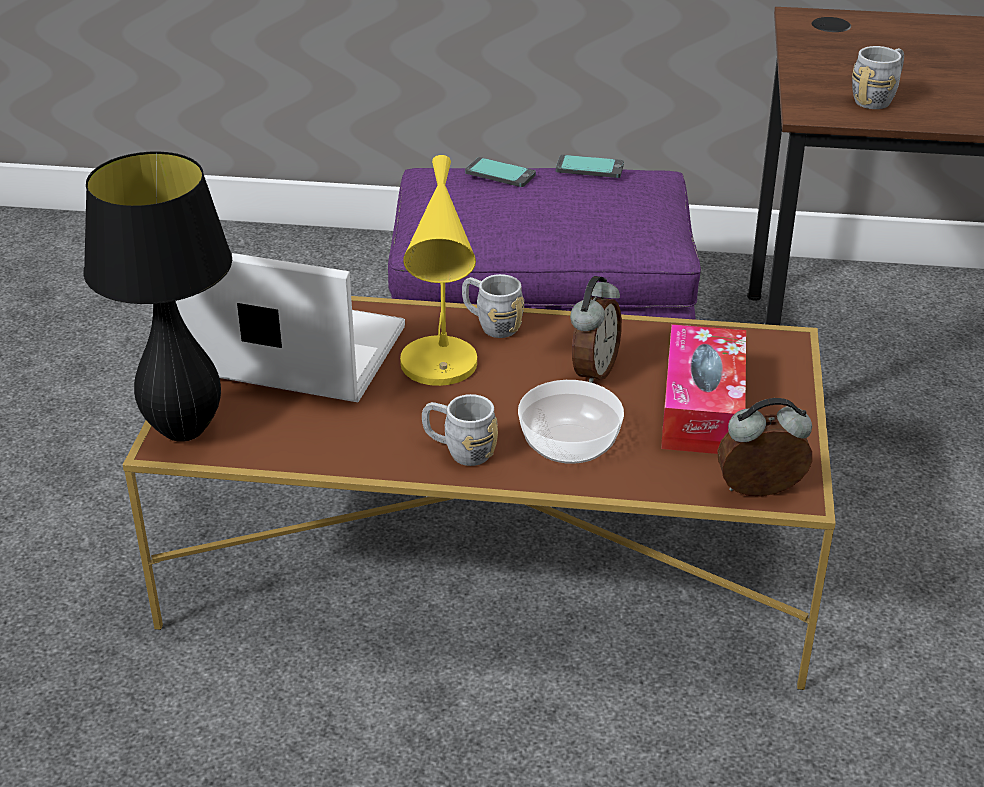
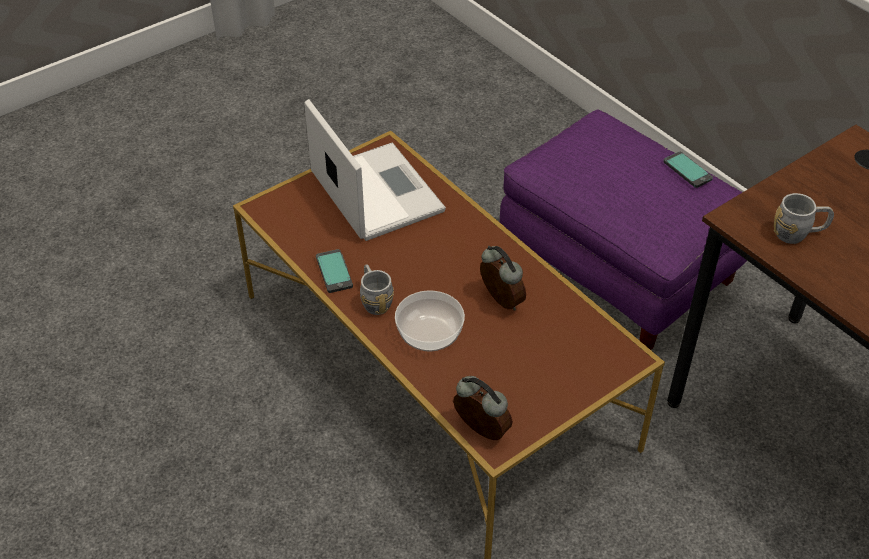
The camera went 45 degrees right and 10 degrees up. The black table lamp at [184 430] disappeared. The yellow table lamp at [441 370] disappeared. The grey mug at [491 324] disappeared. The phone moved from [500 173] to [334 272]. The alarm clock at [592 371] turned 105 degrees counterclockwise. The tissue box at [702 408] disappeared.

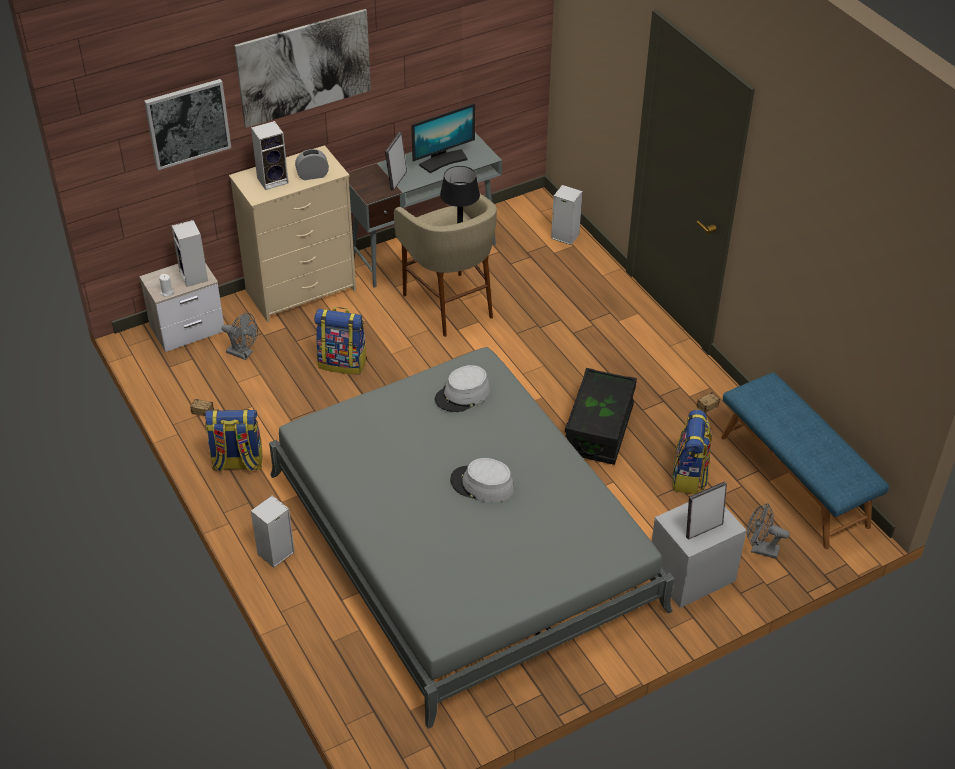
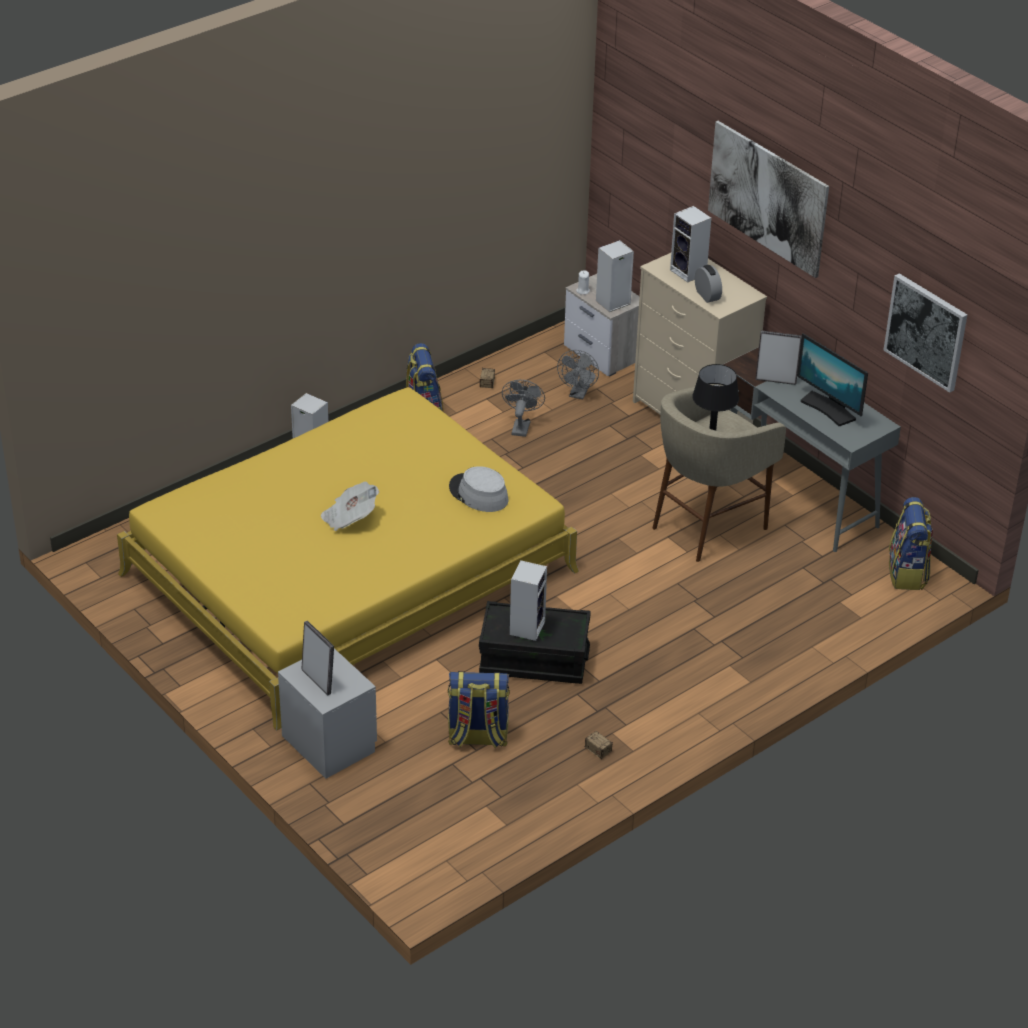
The camera went 80 degrees right and 5 degrees down. The picture moved from [187 123] to [926 331]. The grey bed at [463 539] became the yellow bed at [350 572]. The backpack moved from [343 362] to [907 573]. The grey hat at [482 485] was replaced by the newspaper at [349 518]. The speaker moved from [564 236] to [527 627]. The blue bench at [794 480] disappeared. The grey fan moved from [760 549] to [521 426].

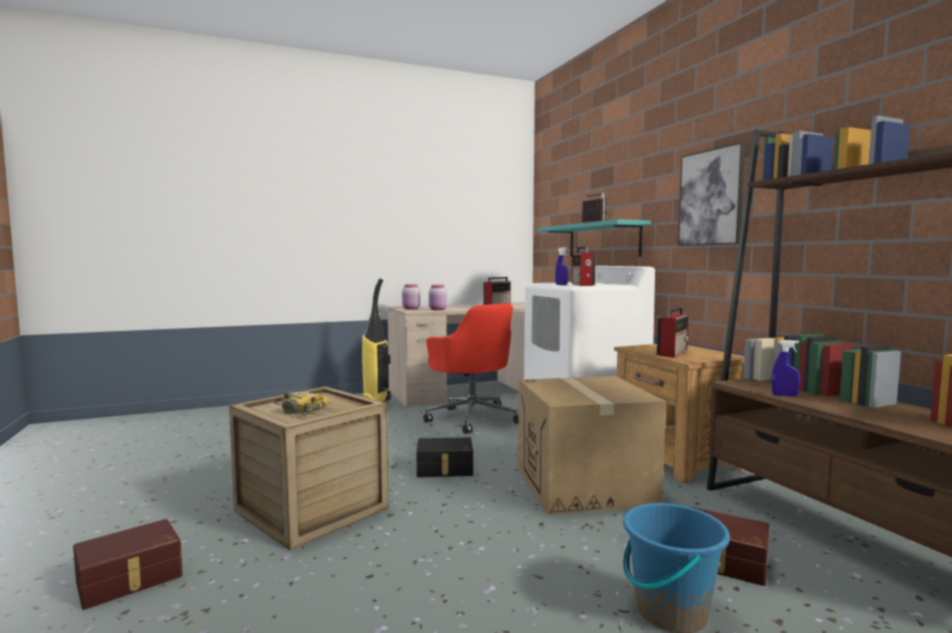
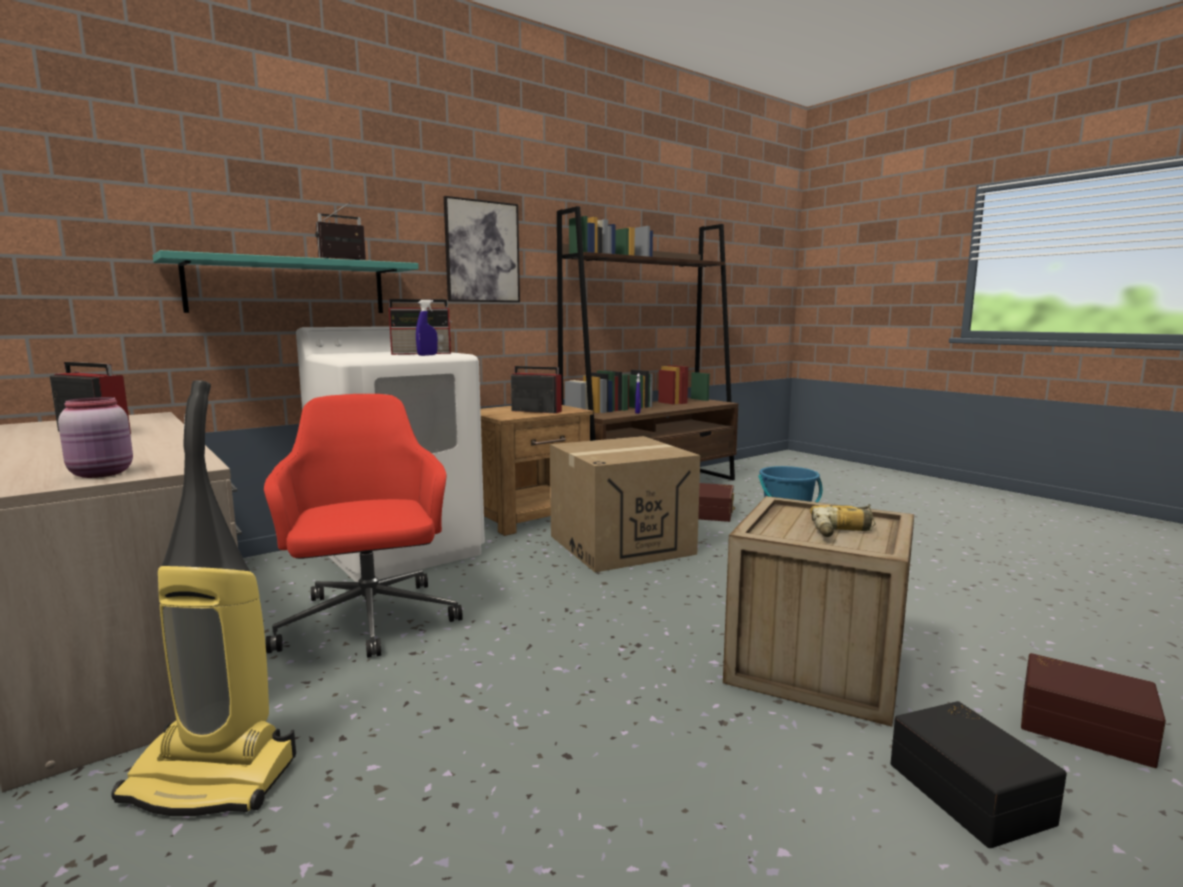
The camera went 105 degrees left and 5 degrees up. The black storage box moved from [445 469] to [971 791]. The red office chair at [472 418] turned 60 degrees counterclockwise. The pink jar at [437 309] disappeared.

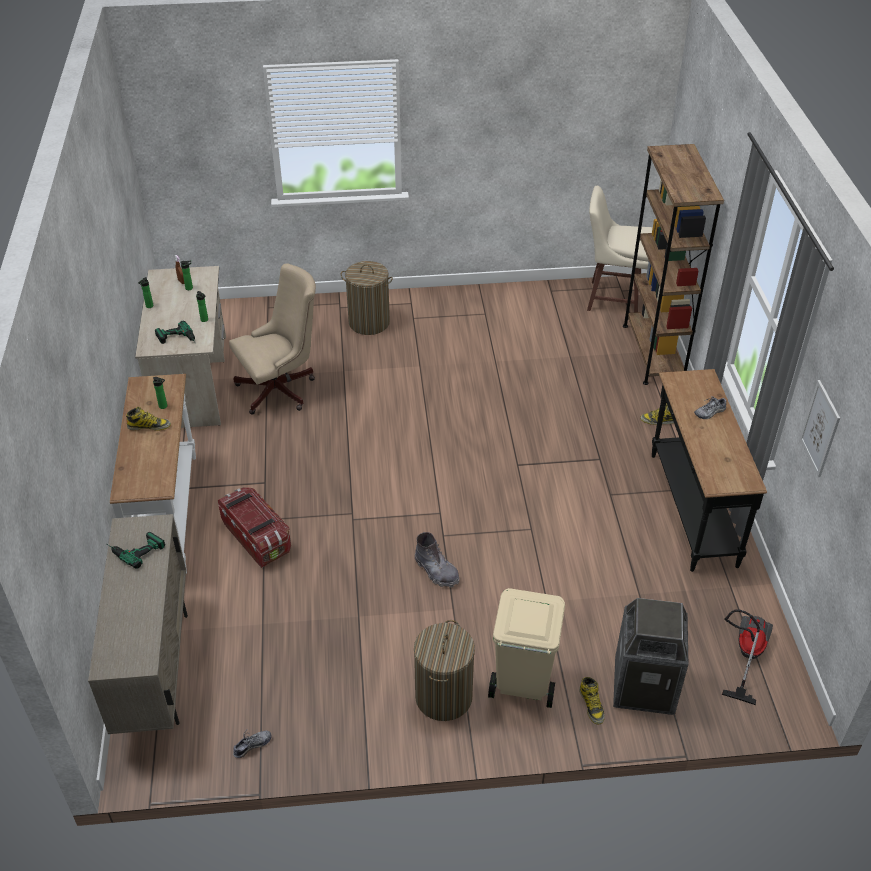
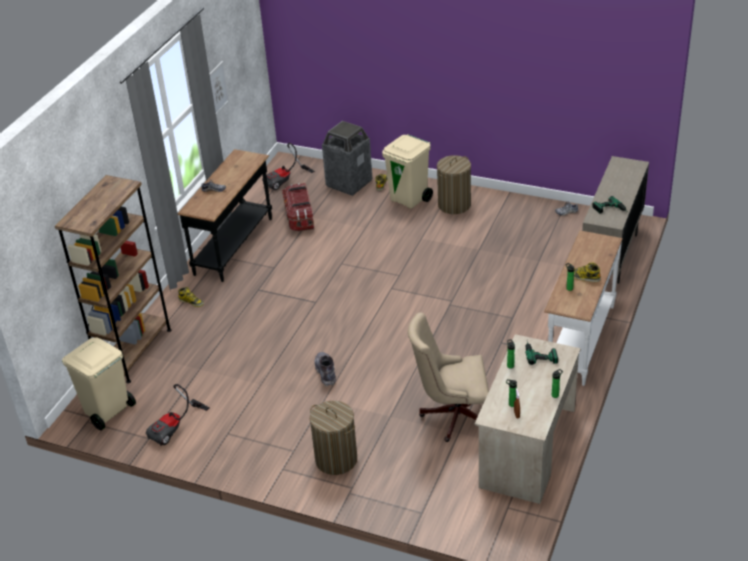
The camera went 150 degrees left and 5 degrees down. The storage box moved from [257 537] to [299 217]. The grey boot moved from [436 571] to [326 372]. The beige stool at [612 298] was replaced by the beige trash can at [107 412]. The vacuum cleaner at [175 428] appeared.

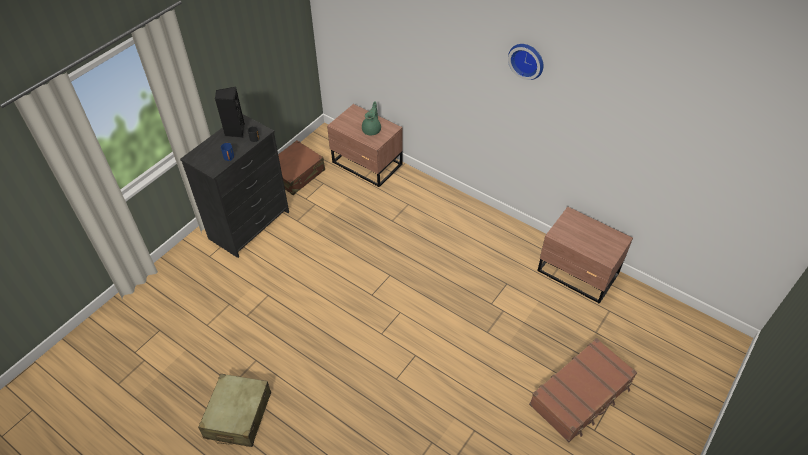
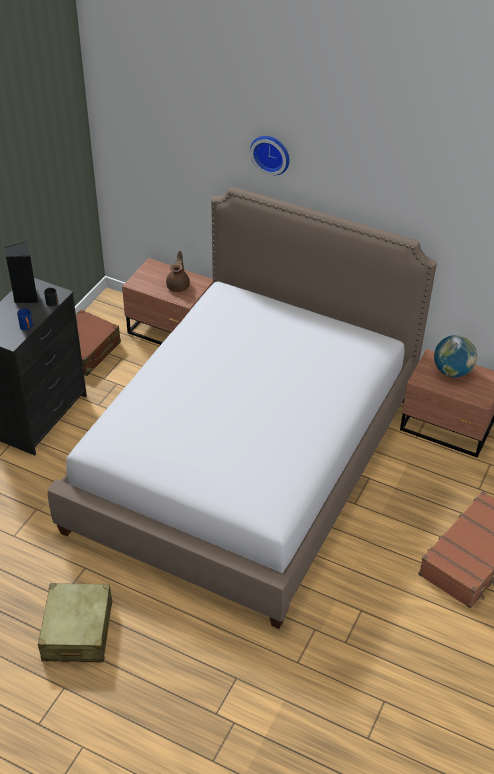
The camera went 10 degrees left and 5 degrees down. The green teapot at [372 130] became the brown teapot at [178 286]. The wall clock moved from [527 60] to [271 153]. The bed at [246 461] appeared. The globe at [452 371] appeared.

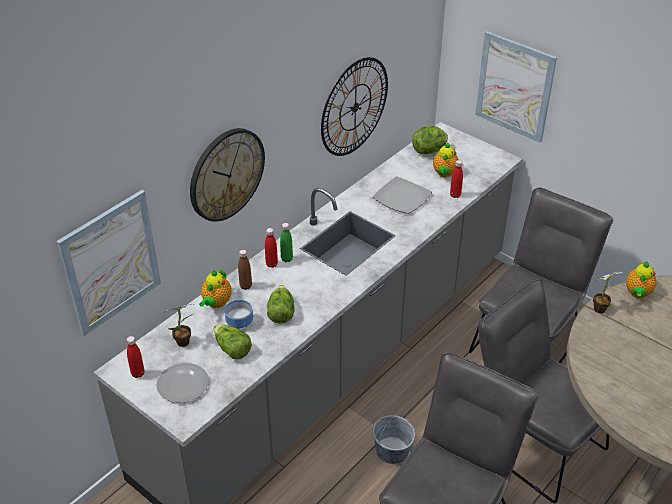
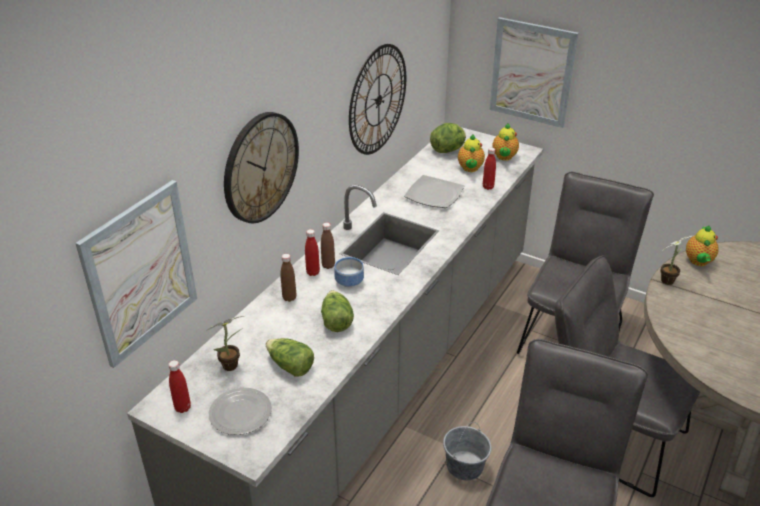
The camera went 10 degrees left and 5 degrees down. The teapot moved from [216 303] to [504 157]. The bowl moved from [241 322] to [350 282]. The green bottle at [286 259] became the brown bottle at [328 265].

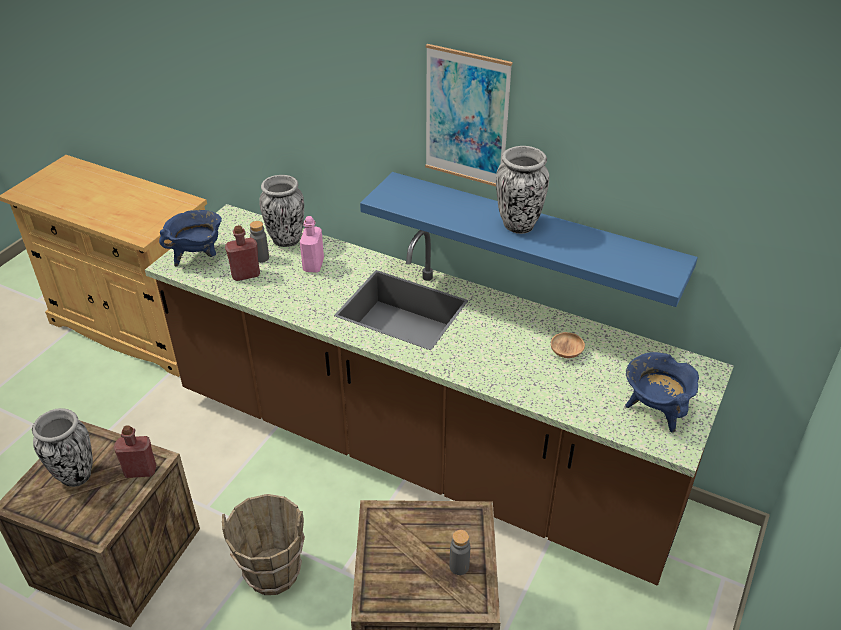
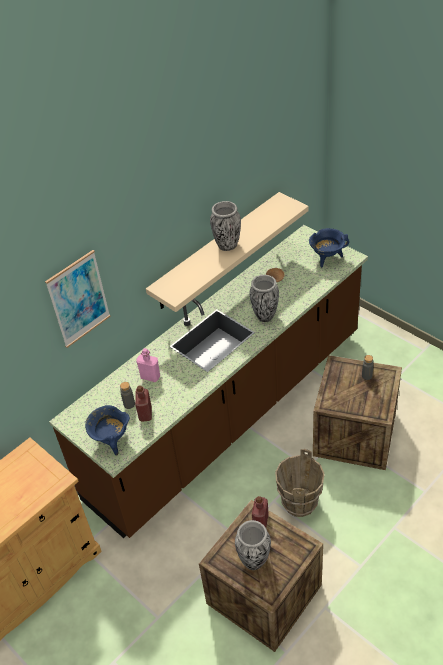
The camera went 70 degrees left and 5 degrees up. The vase moved from [286 240] to [265 316]. The blue shelf at [532 236] became the beige shelf at [217 251]. The picture moved from [466 117] to [78 299].

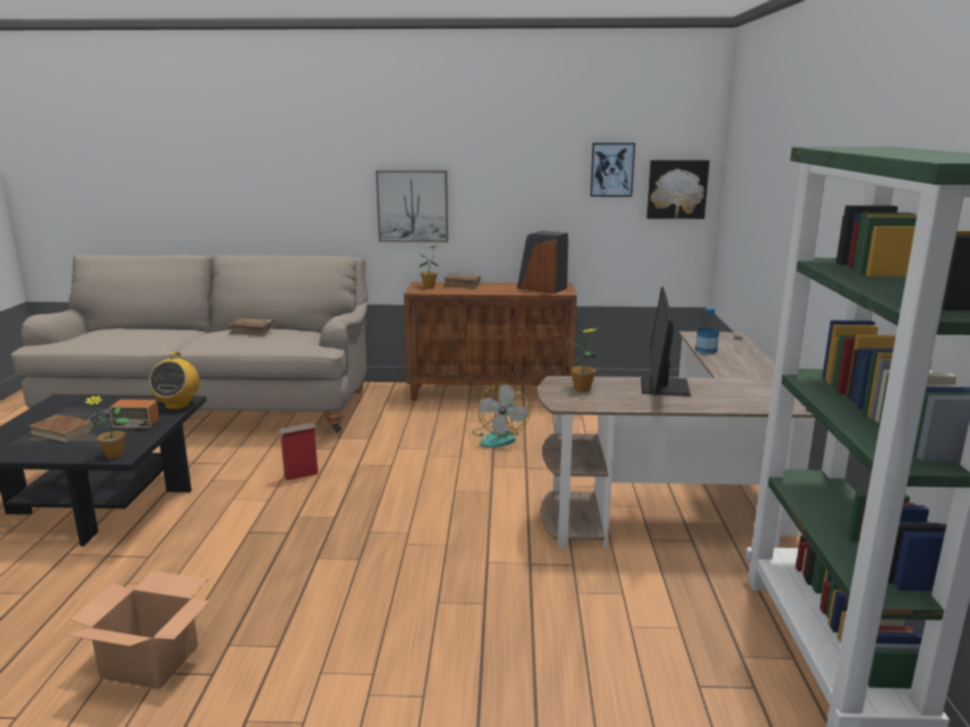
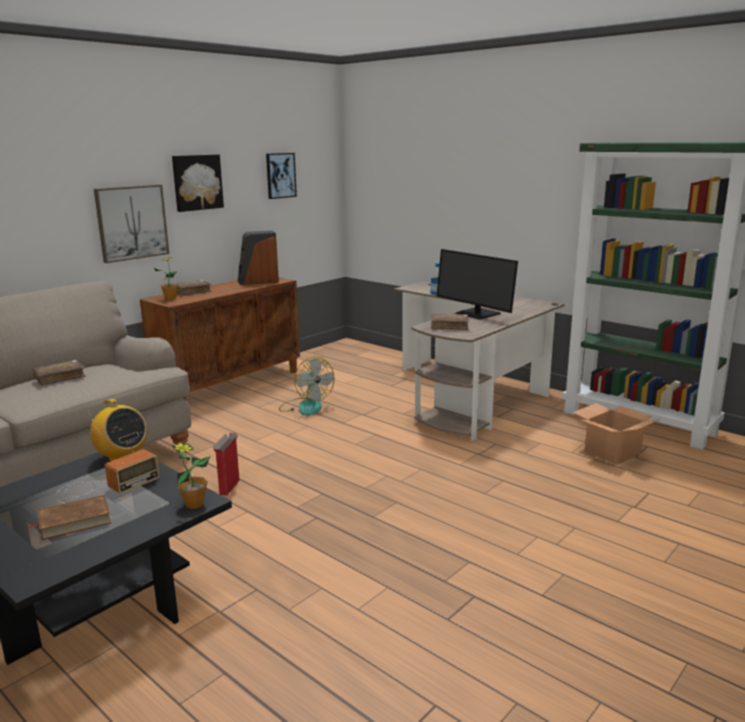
The camera went 50 degrees left and 0 degrees up. The cardboard box moved from [148 662] to [612 452]. The potted plant at [582 389] was replaced by the brown book at [449 326]. The picture moved from [676 189] to [197 182].

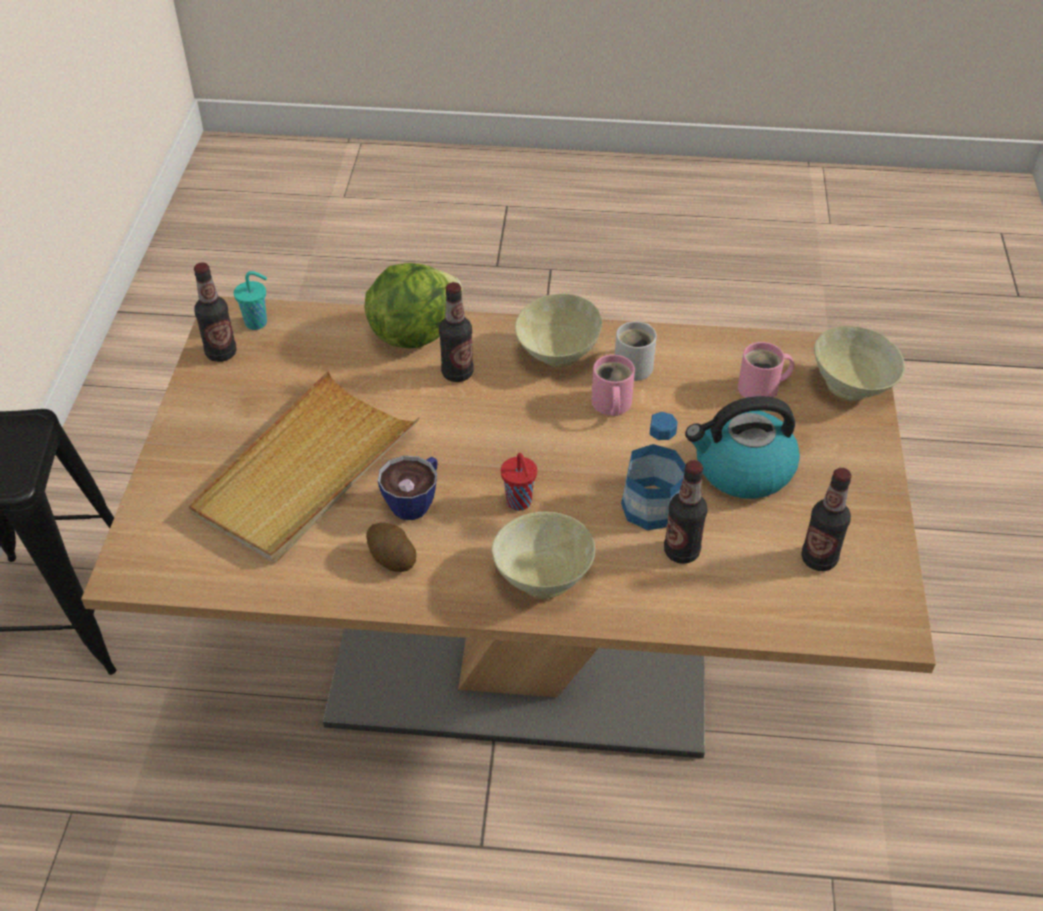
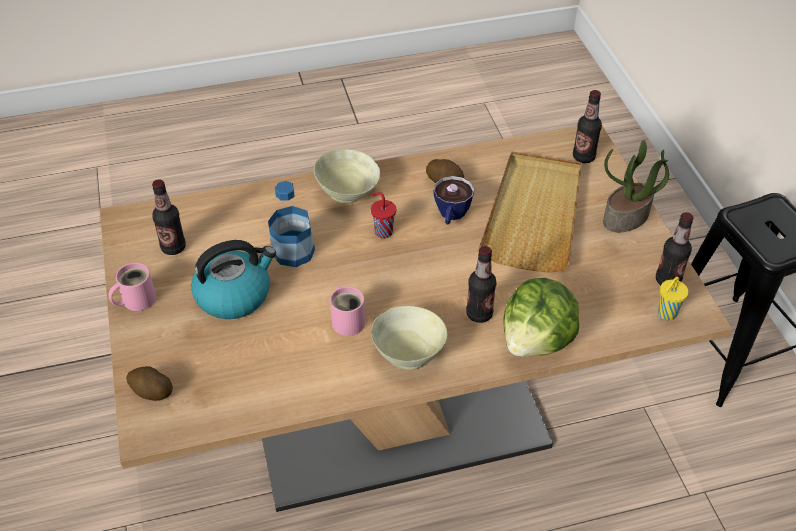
The camera went 160 degrees right and 0 degrees up. The turquoise cup at [257 323] became the yellow cup at [666 314]. The white mug at [636 365] disappeared. The bottle moved from [681 551] to [583 157]. The pink mug moved from [762 389] to [135 300]. The beige bowl at [851 388] was replaced by the potato at [151 392]. The potted plant at [626 218] appeared.

